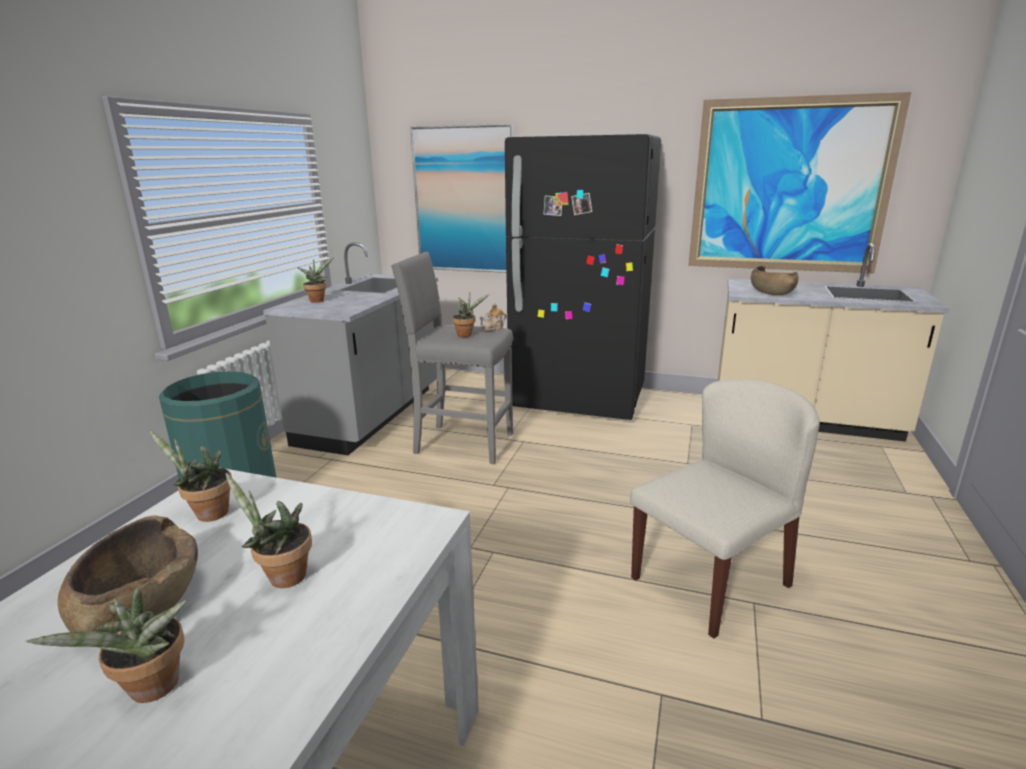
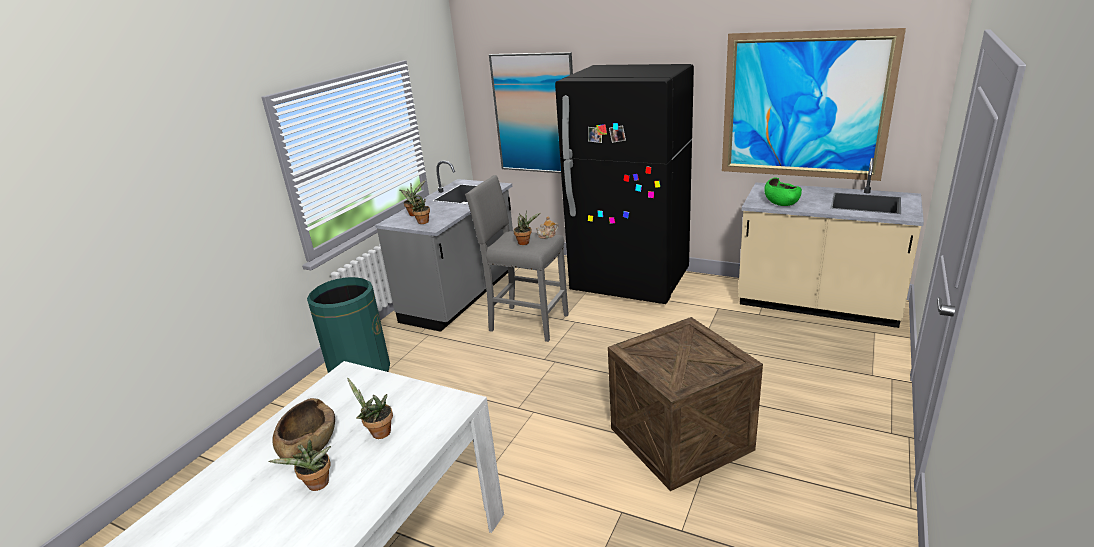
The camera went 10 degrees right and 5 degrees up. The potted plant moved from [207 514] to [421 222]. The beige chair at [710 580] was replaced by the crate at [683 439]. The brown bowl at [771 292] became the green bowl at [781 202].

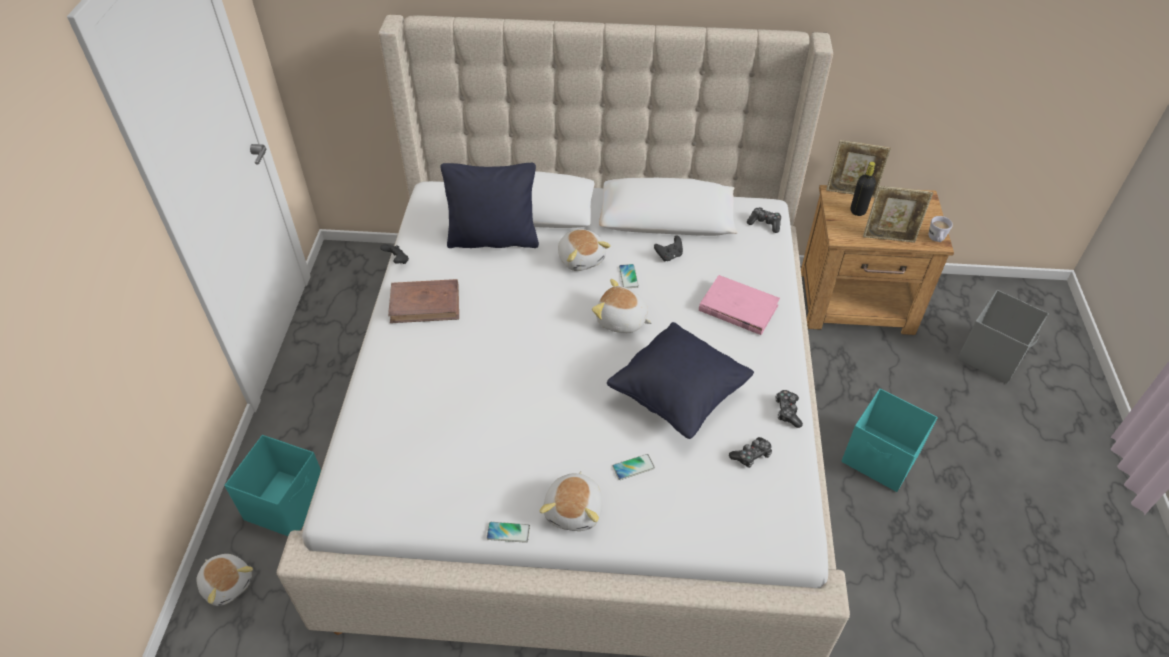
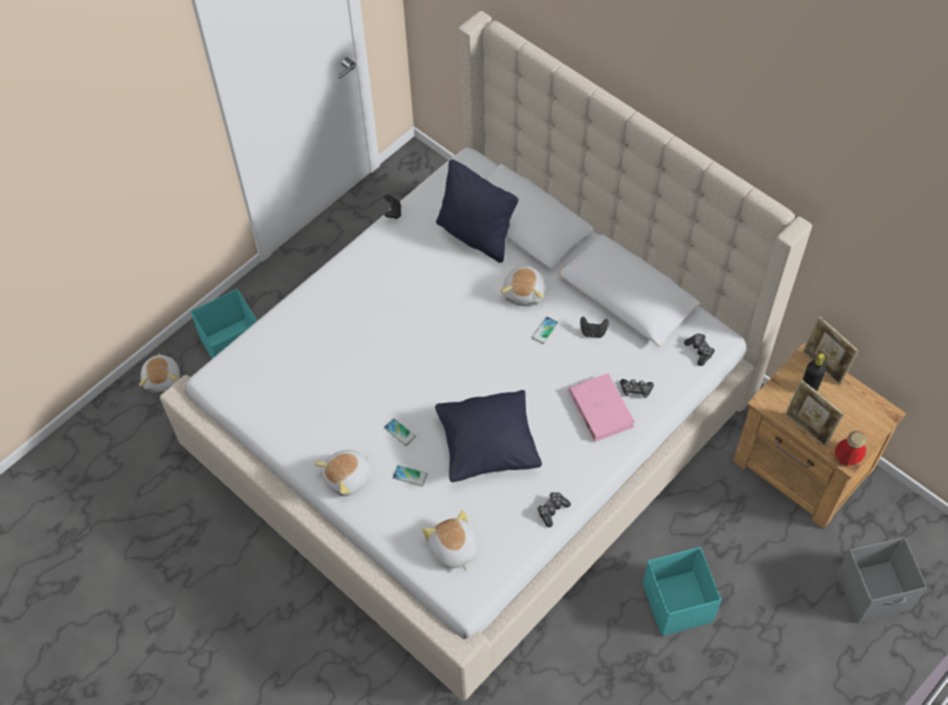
The camera went 40 degrees right and 10 degrees up. The brown book at [425 304] disappeared. The phone moved from [508 532] to [400 432]. The plush toy moved from [621 321] to [452 549]. The game controller moved from [751 456] to [636 390]. The white mug at [936 240] was replaced by the bottle at [847 457].

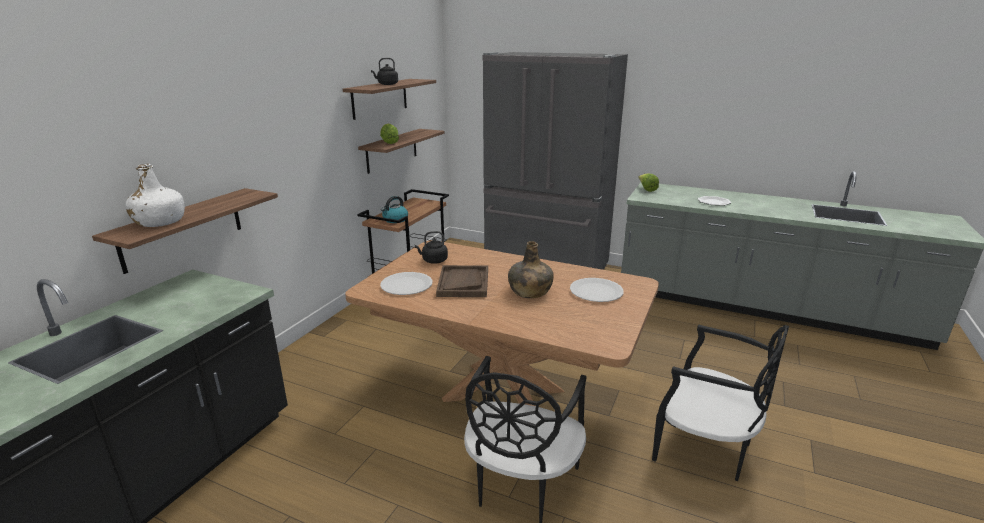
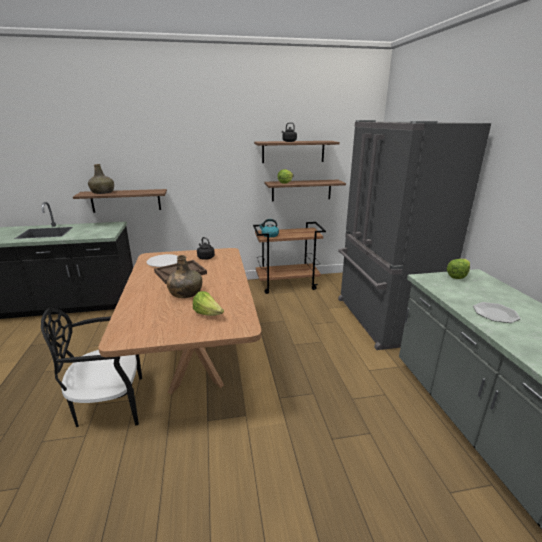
The camera went 55 degrees right and 0 degrees up. The white bottle at [160 222] became the green bottle at [103 192]. The white plate at [596 291] was replaced by the lettuce at [208 314]. The black chair at [705 448] disappeared.

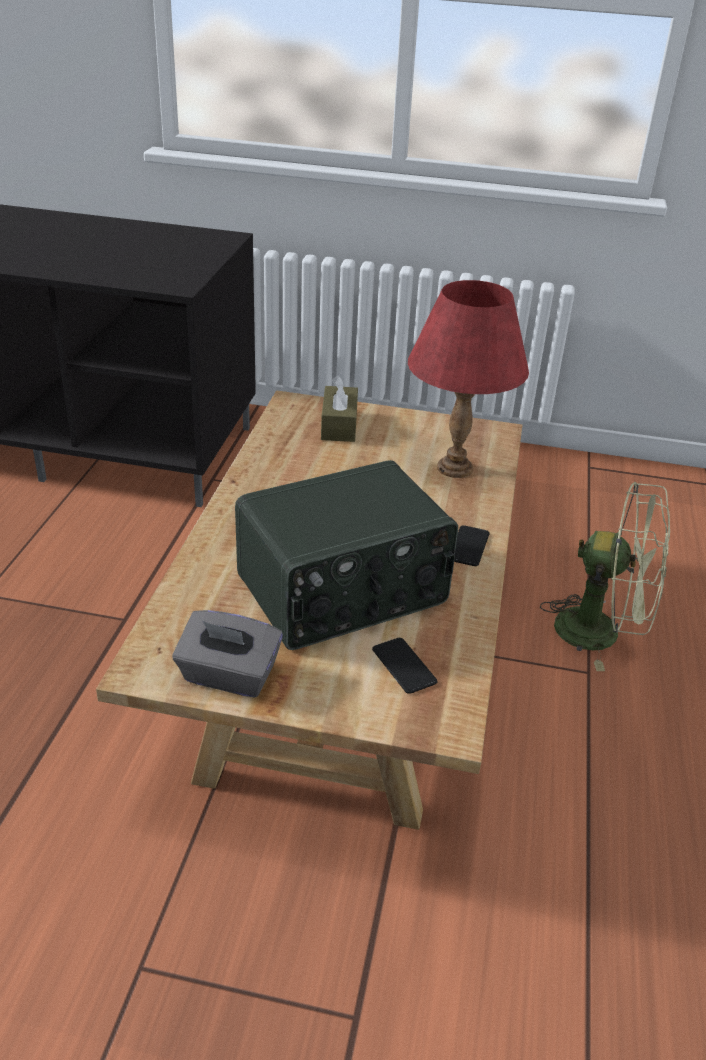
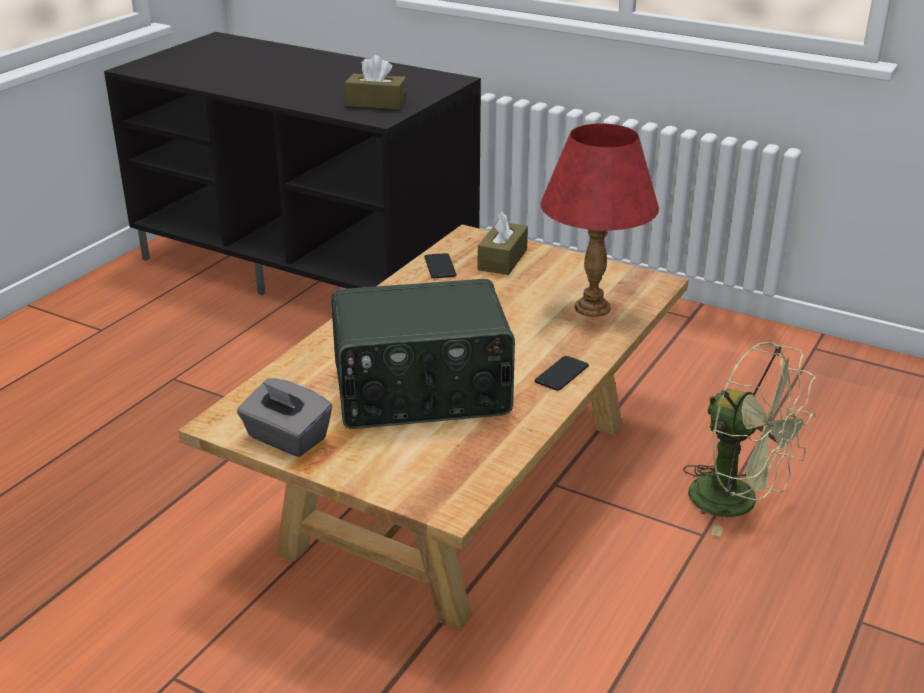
The camera went 20 degrees right and 5 degrees down. The phone moved from [404 666] to [440 267]. The brown tissue box at [376 103] appeared.

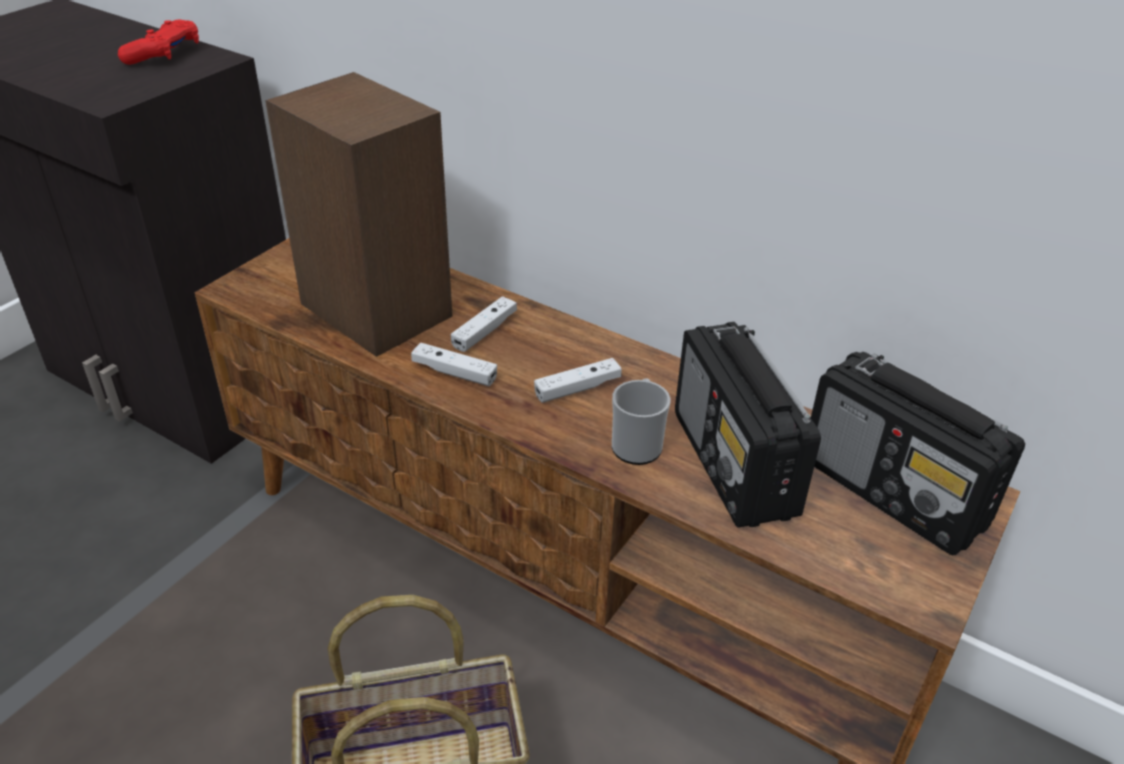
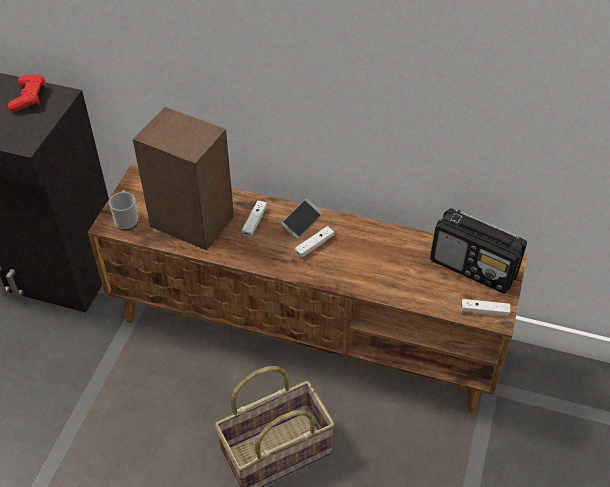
The camera went 15 degrees left and 10 degrees up. The white game controller moved from [454 372] to [484 311]. The mug moved from [637 443] to [126 219]. The radio at [734 465] disappeared. The phone at [302 222] appeared.

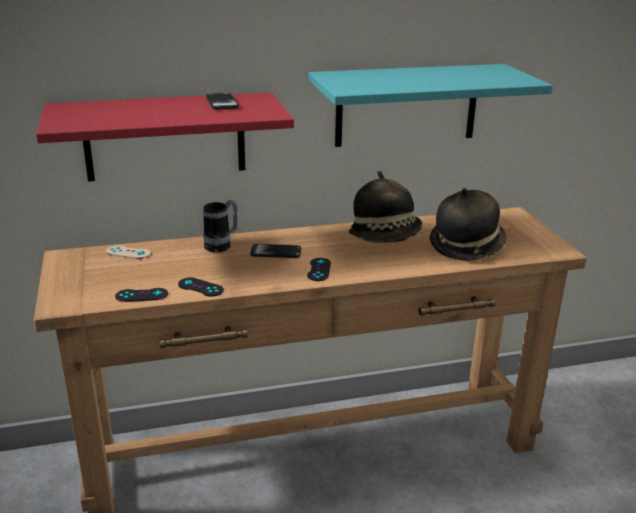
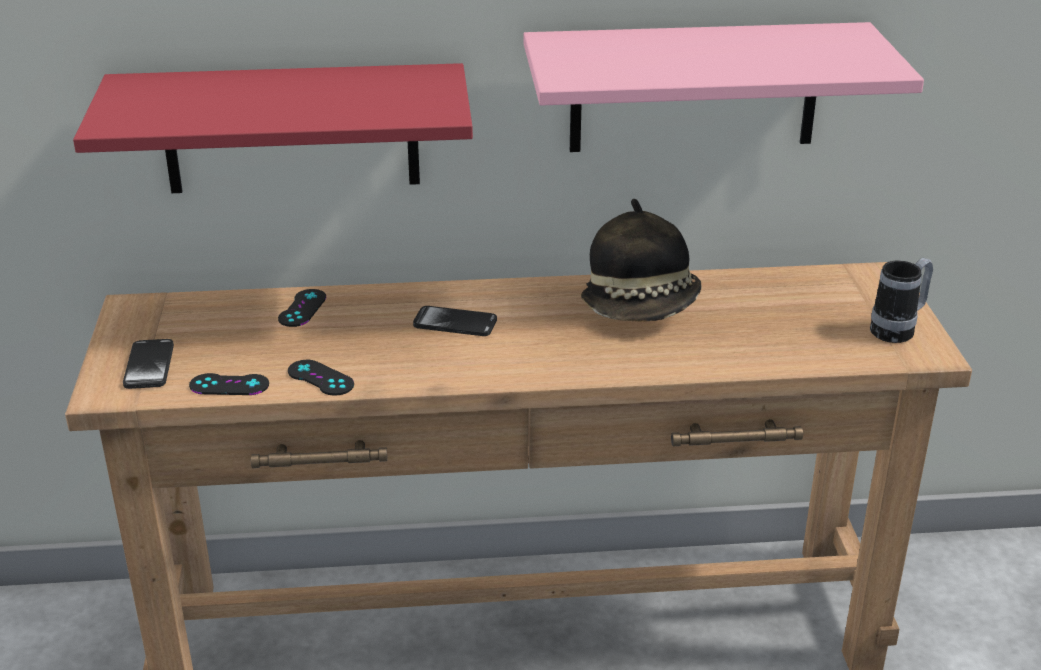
The camera went 10 degrees right and 5 degrees up. The beige game controller at [128 252] disappeared. The mug moved from [222 245] to [898 330]. The phone moved from [222 103] to [149 366]. The black game controller moved from [319 269] to [302 308]. The turquoise shelf at [407 105] became the pink shelf at [694 87]. The hat at [467 246] disappeared.

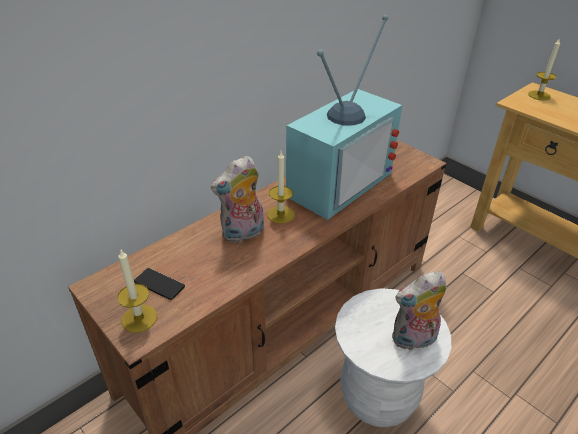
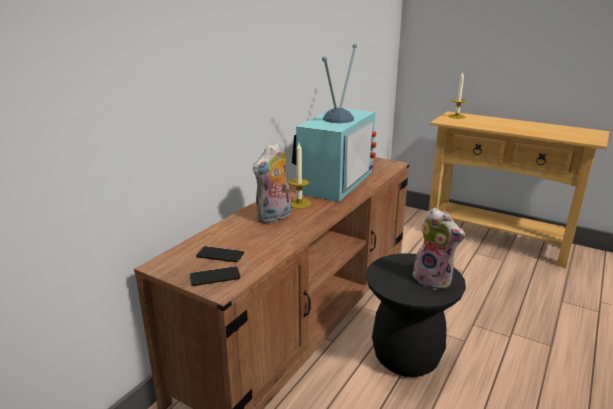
The camera went 15 degrees left and 15 degrees down. The candle at [139 318] was replaced by the phone at [215 277]. The white stool at [378 396] became the black stool at [406 357]. The plush toy at [413 340] turned 105 degrees counterclockwise.

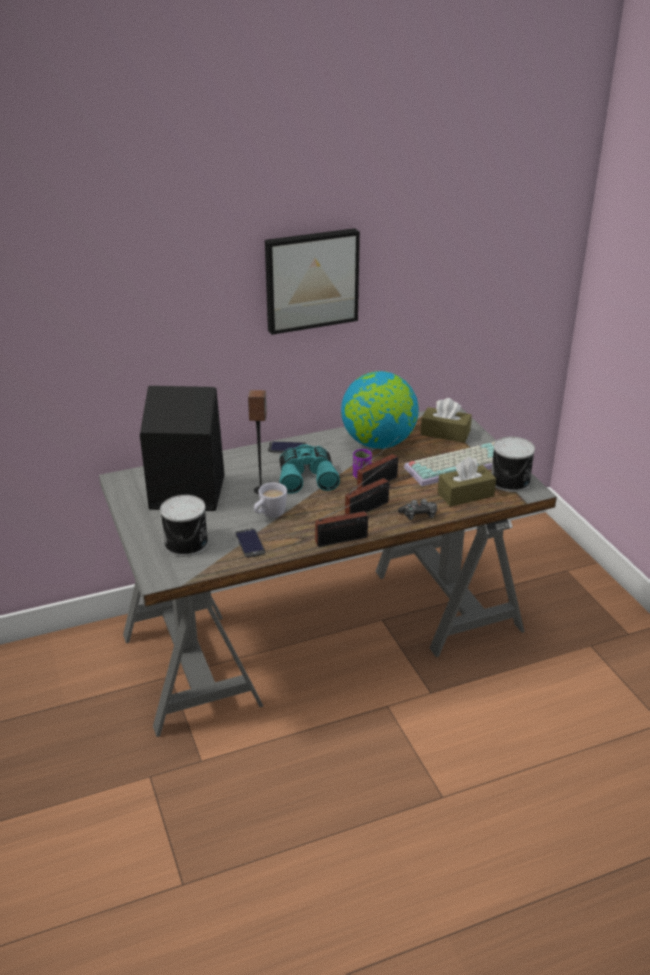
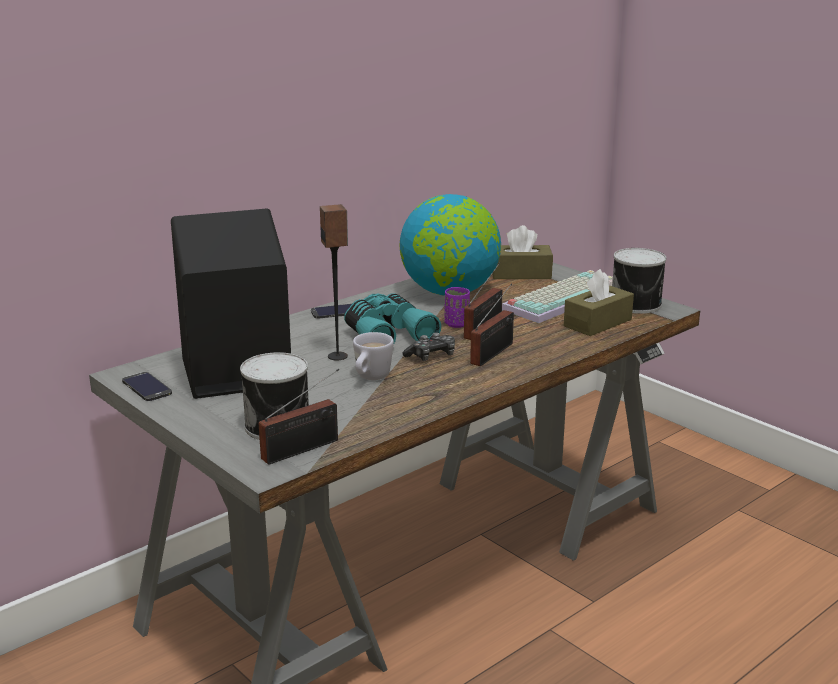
The camera went 20 degrees left and 10 degrees down. The phone moved from [250 543] to [146 387]. The picture at [311 279] disappeared. The radio moved from [344 539] to [304 448]. The game controller moved from [419 515] to [431 356].

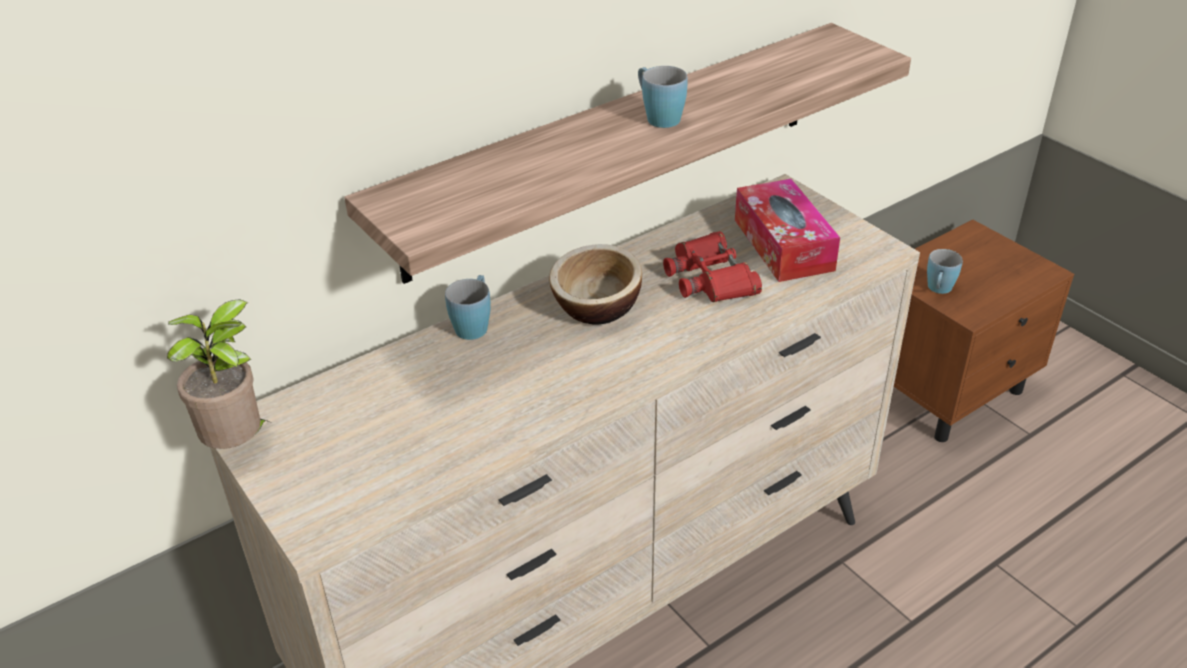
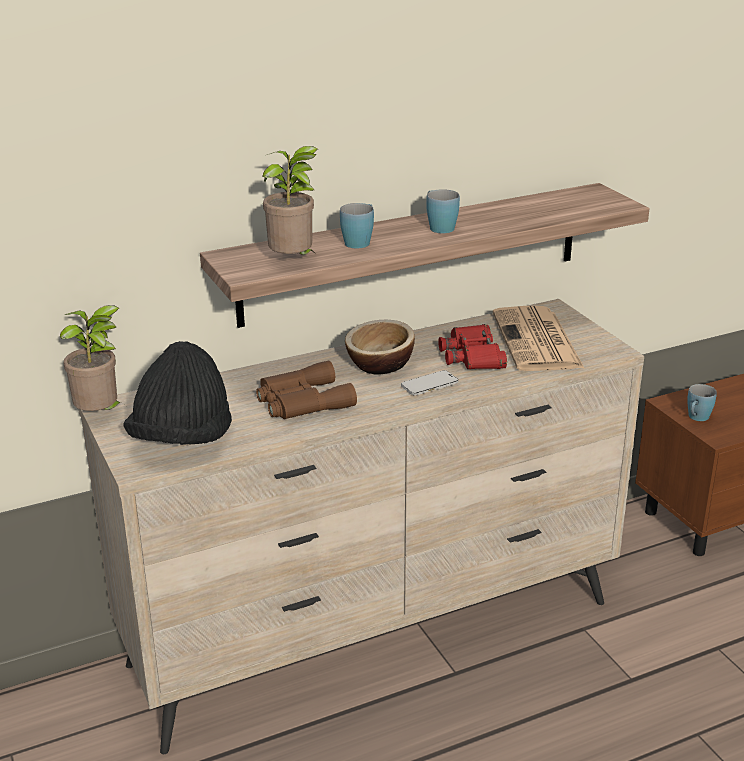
The camera went 10 degrees right and 10 degrees down. The blue mug moved from [474 324] to [360 241]. The tissue box at [783 244] was replaced by the newspaper at [537 341]. The black hat at [182 439] appeared. The brown binoculars at [301 401] appeared. The potted plant at [294 262] appeared. The phone at [429 385] appeared.

